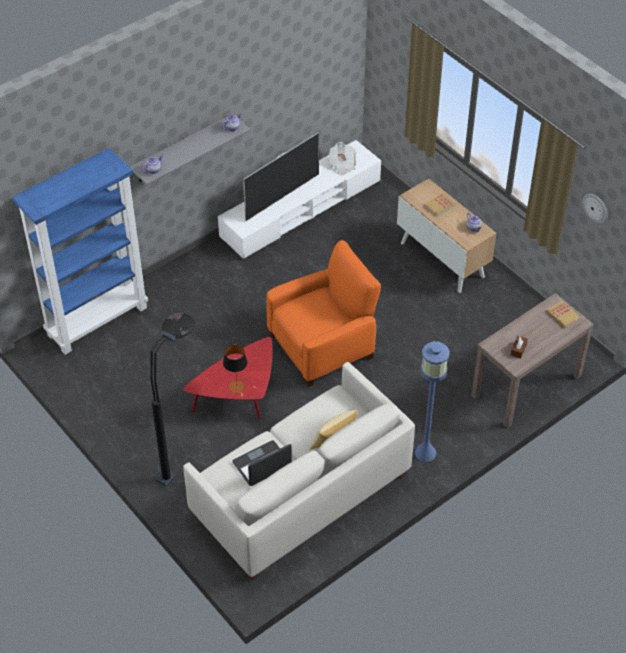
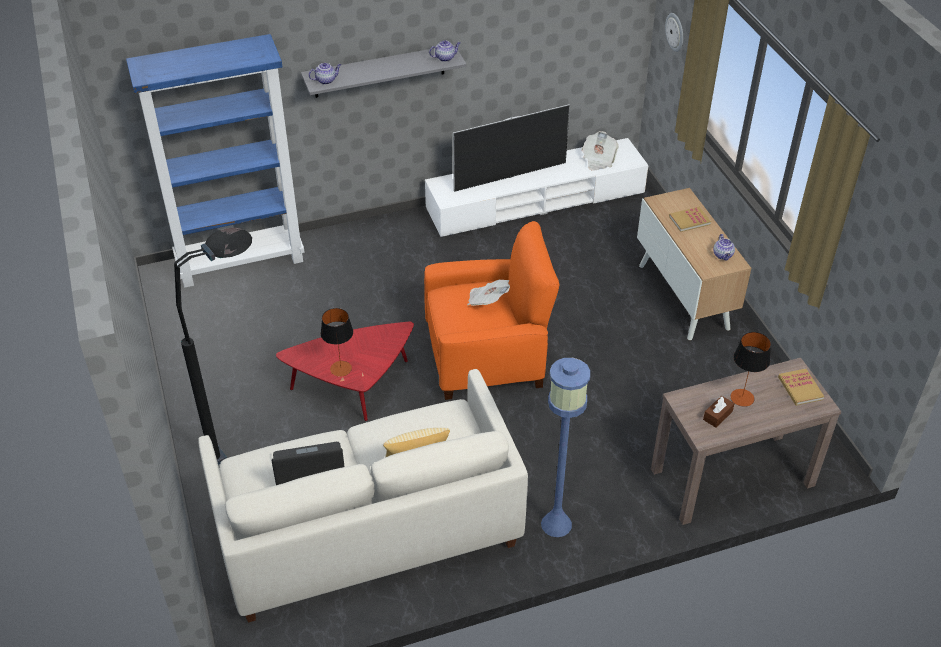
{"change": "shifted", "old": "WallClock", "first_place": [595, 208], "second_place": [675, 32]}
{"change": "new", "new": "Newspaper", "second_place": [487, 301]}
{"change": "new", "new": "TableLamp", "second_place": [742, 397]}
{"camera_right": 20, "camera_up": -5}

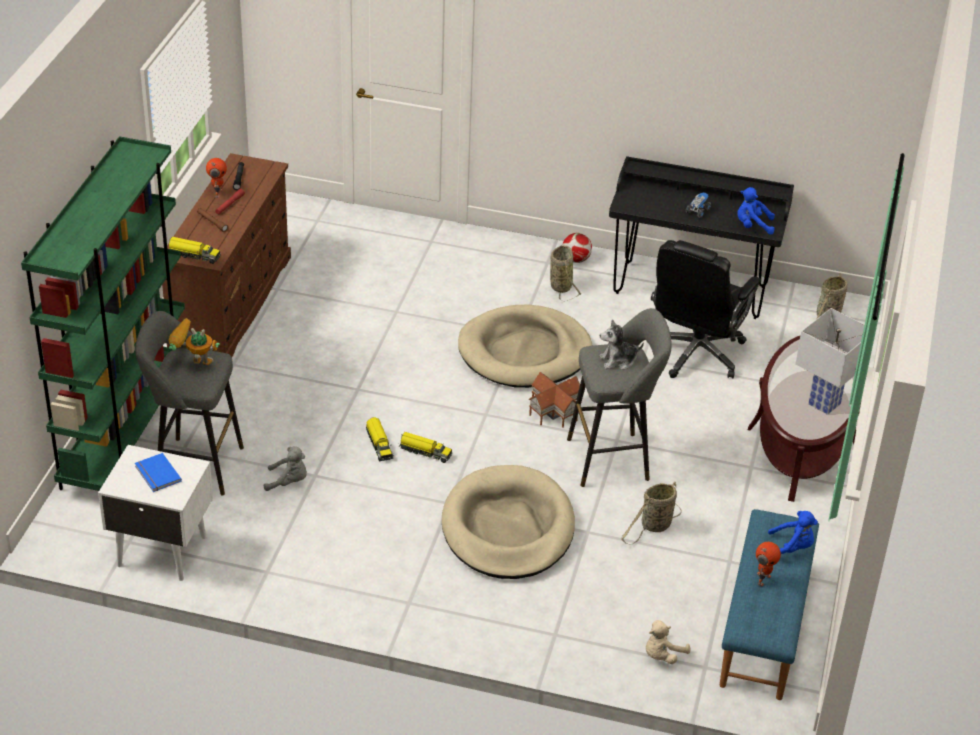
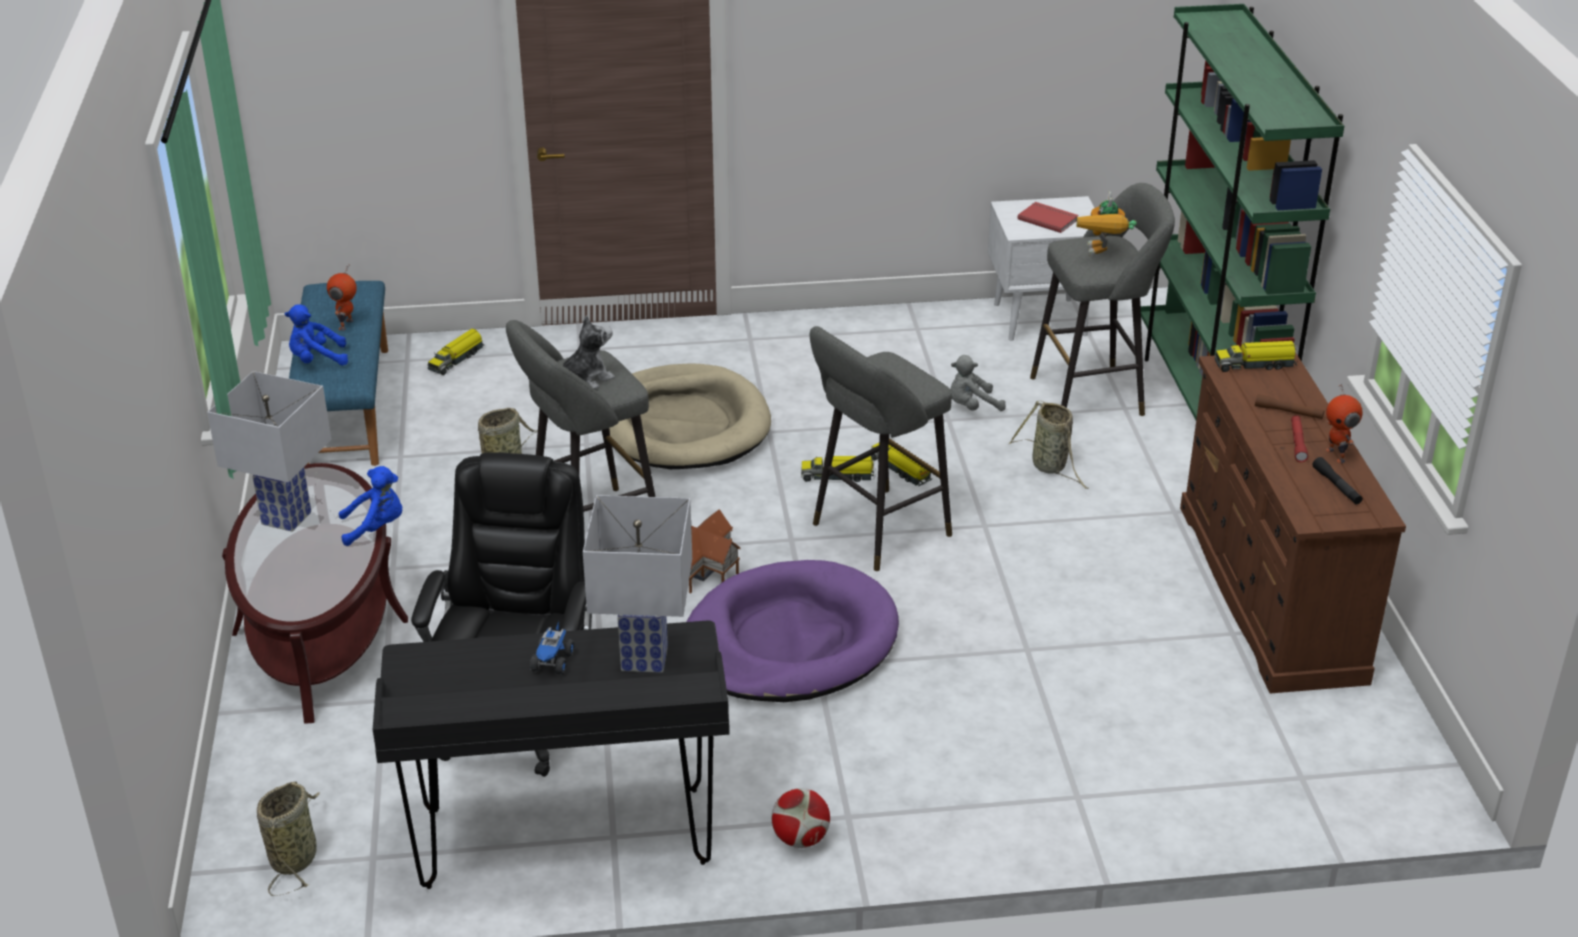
{"change": "shifted", "old": "BluePlushToy", "first_place": [752, 226], "second_place": [376, 527]}
{"change": "shifted", "old": "Basket", "first_place": [560, 285], "second_place": [1051, 467]}
{"change": "repainted", "old": "BeigeDogBed", "new": "PurpleDogBed", "first_place": [524, 352], "second_place": [790, 641]}
{"change": "rotated", "old": "ToyRobot", "first_place": [193, 365], "second_place": [1102, 256], "degrees": 105}
{"change": "repainted", "old": "BlueBook", "new": "RedBook", "first_place": [156, 474], "second_place": [1048, 219]}
{"change": "swapped", "old": "BeigePlushToy", "new": "ToyTruck", "first_place": [662, 655], "second_place": [456, 359]}
{"change": "new", "new": "GreyStool", "second_place": [875, 532]}
{"change": "new", "new": "WhiteTableLamp", "second_place": [645, 659]}
{"camera_right": 160, "camera_up": -5}

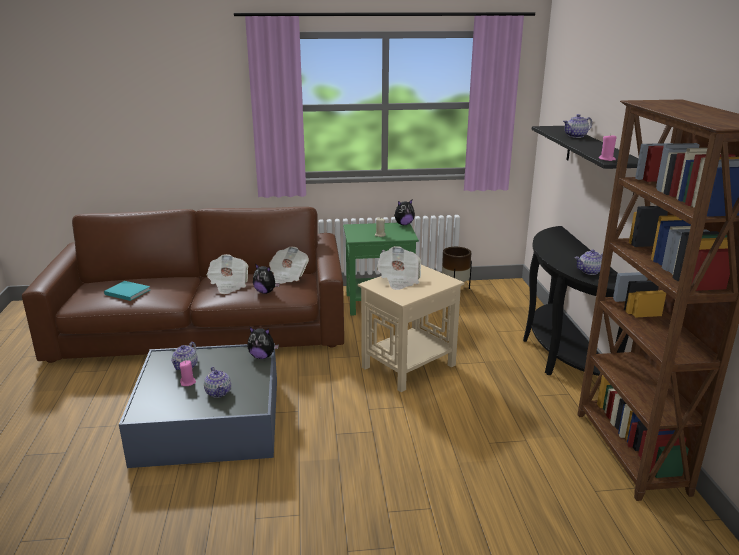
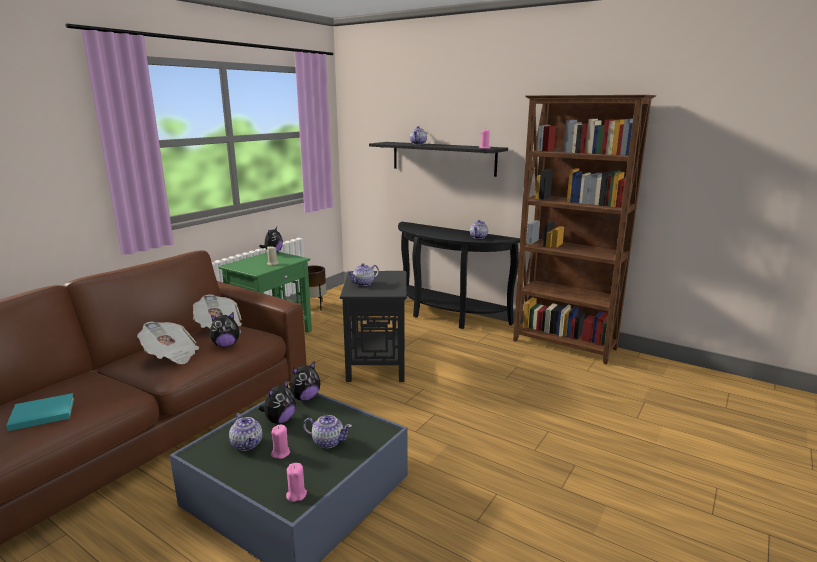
{"change": "swapped", "old": "Newspaper", "new": "Teapot", "first_place": [399, 280], "second_place": [363, 283]}
{"change": "repainted", "old": "BeigeSideTable", "new": "BlackSideTable", "first_place": [407, 366], "second_place": [376, 365]}
{"change": "new", "new": "PlushToy", "second_place": [279, 420]}
{"change": "new", "new": "PinkCandle", "second_place": [296, 494]}
{"camera_right": -50, "camera_up": -5}

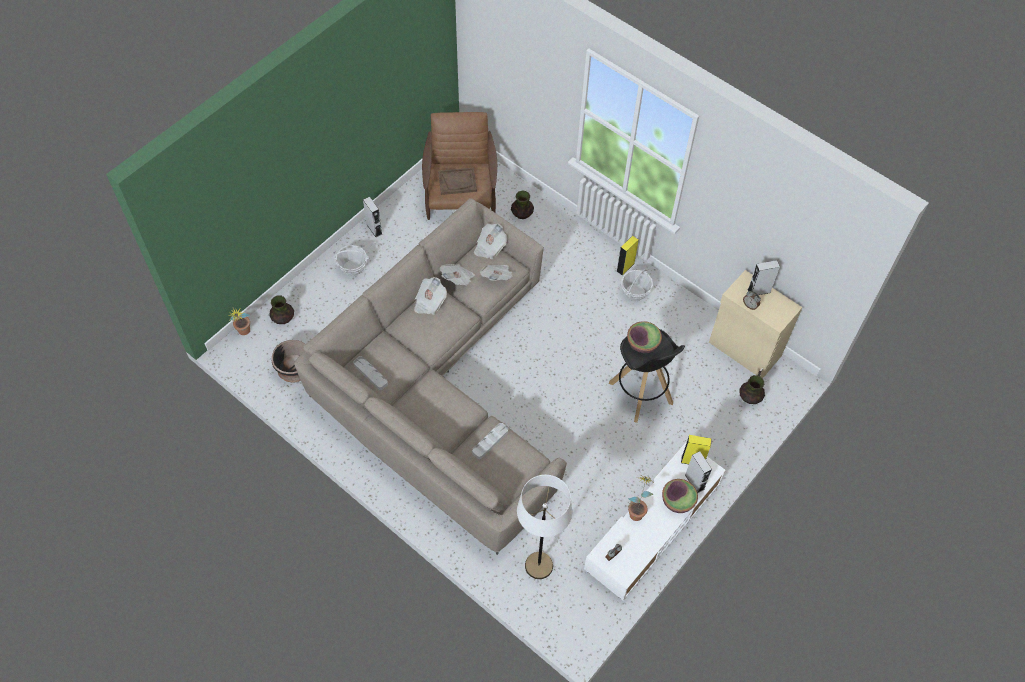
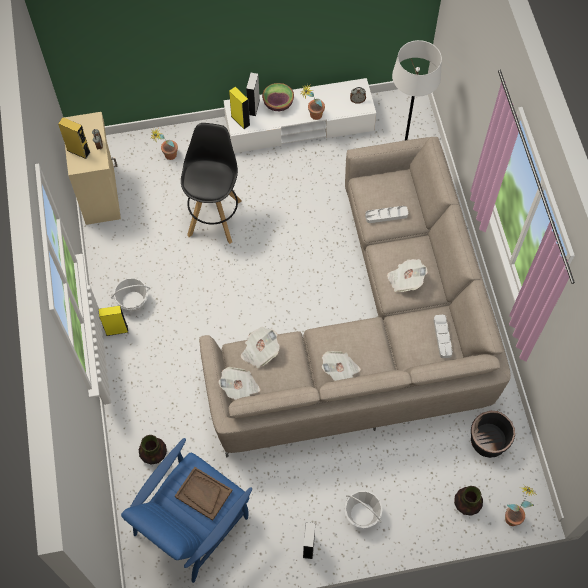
{"change": "repainted", "old": "BrownArmchair", "new": "BlueArmchair", "first_place": [461, 196], "second_place": [192, 522]}
{"change": "repainted", "old": "GreySpeaker", "new": "YellowSpeaker", "first_place": [758, 291], "second_place": [78, 151]}
{"change": "shifted", "old": "Newspaper", "first_place": [458, 279], "second_place": [405, 280]}
{"change": "gone", "old": "Bowl", "first_place": [642, 343]}
{"change": "gone", "old": "Vase", "first_place": [749, 398]}
{"change": "new", "new": "PottedPlant", "second_place": [167, 157]}
{"camera_right": -140, "camera_up": 5}

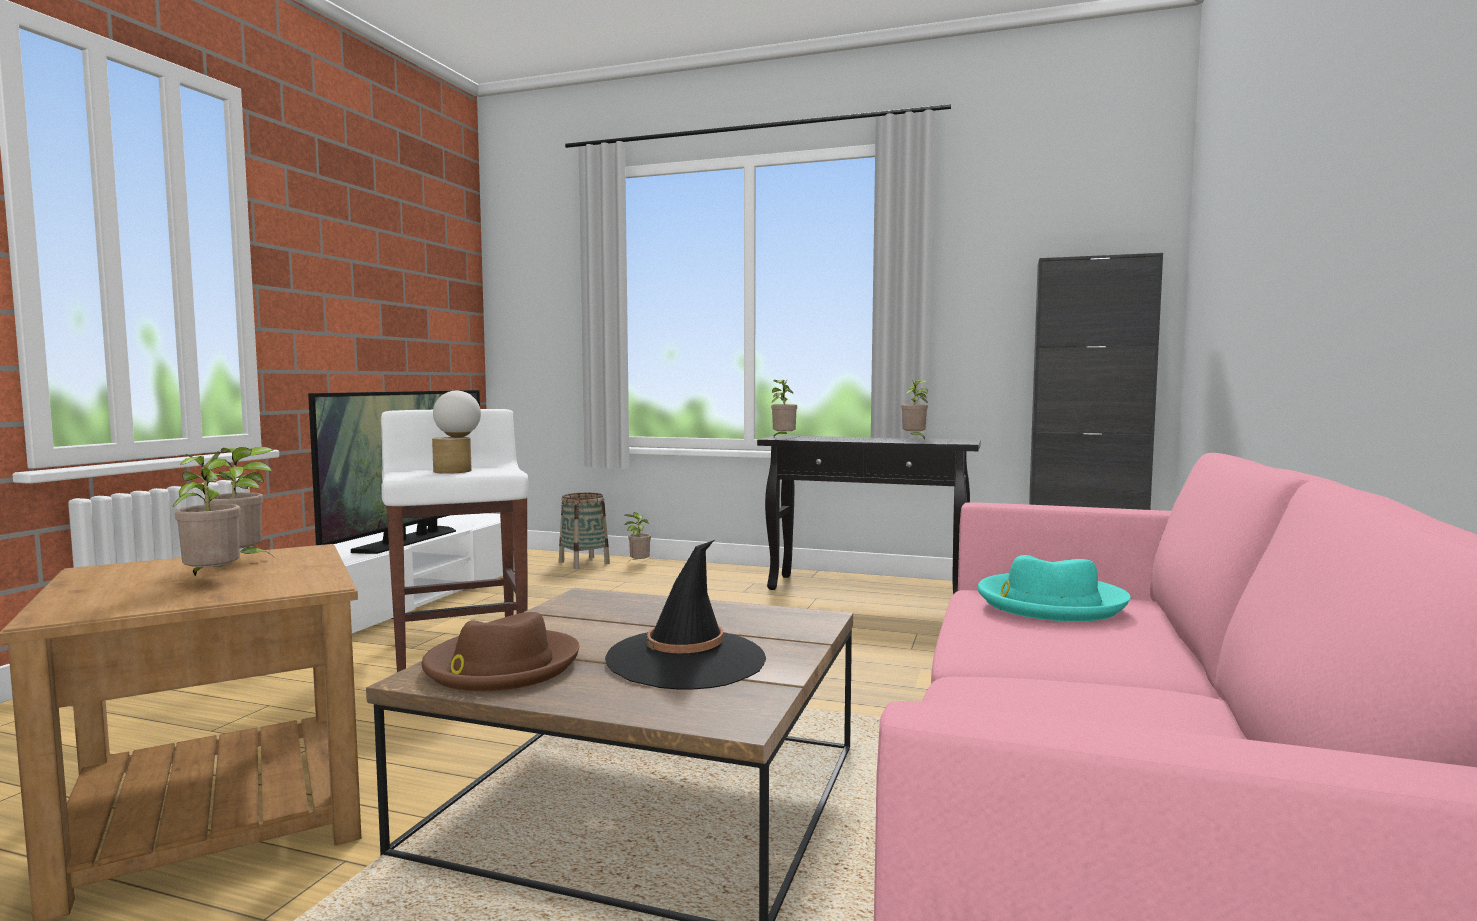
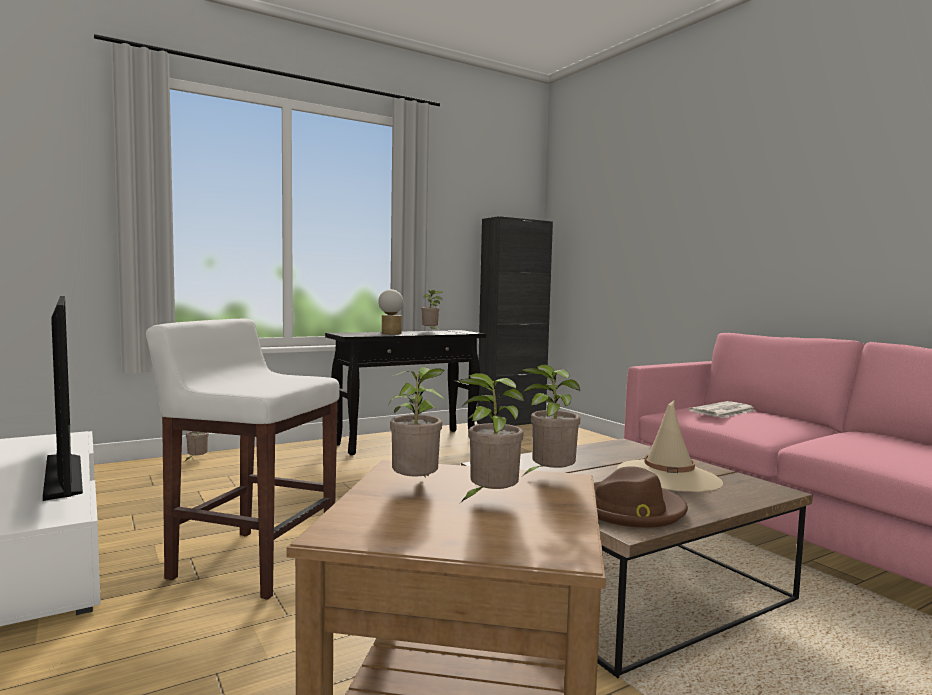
{"change": "shifted", "old": "PottedPlant", "first_place": [783, 439], "second_place": [549, 478]}
{"change": "shifted", "old": "TableLamp", "first_place": [457, 471], "second_place": [391, 333]}
{"change": "gone", "old": "Basket", "first_place": [584, 563]}
{"change": "repainted", "old": "BlackHat", "new": "BeigeHat", "first_place": [686, 660], "second_place": [668, 477]}
{"change": "swapped", "old": "TurquoiseHat", "new": "Newspaper", "first_place": [1049, 603], "second_place": [723, 411]}
{"camera_right": -50, "camera_up": 0}

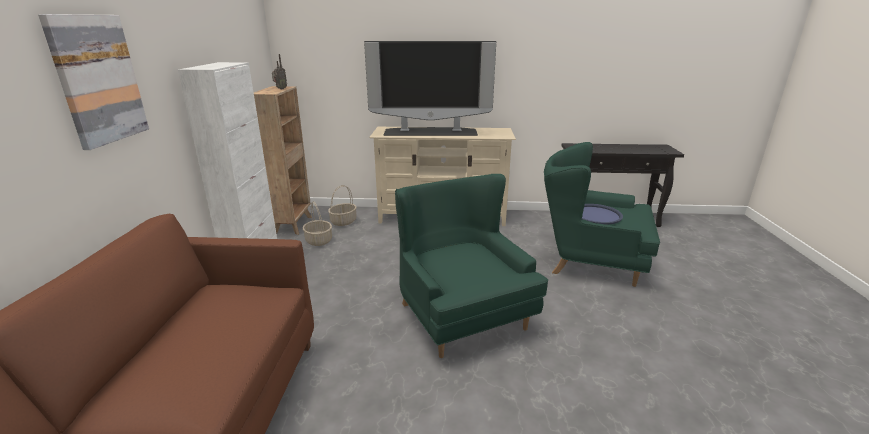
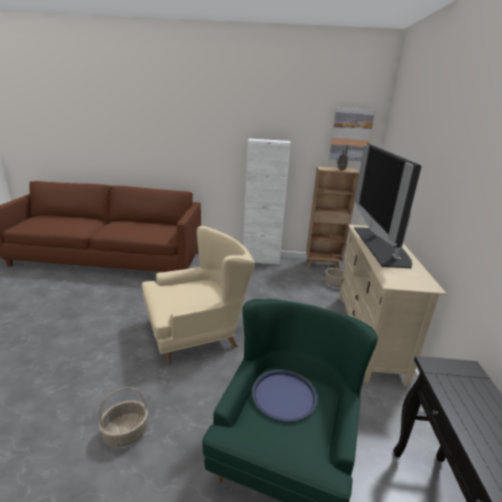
{"change": "shifted", "old": "Picture", "first_place": [98, 80], "second_place": [351, 135]}
{"change": "repainted", "old": "GreenArmchair", "new": "BeigeArmchair", "first_place": [461, 313], "second_place": [197, 332]}
{"change": "shifted", "old": "Basket", "first_place": [319, 241], "second_place": [125, 433]}
{"camera_right": 90, "camera_up": 0}

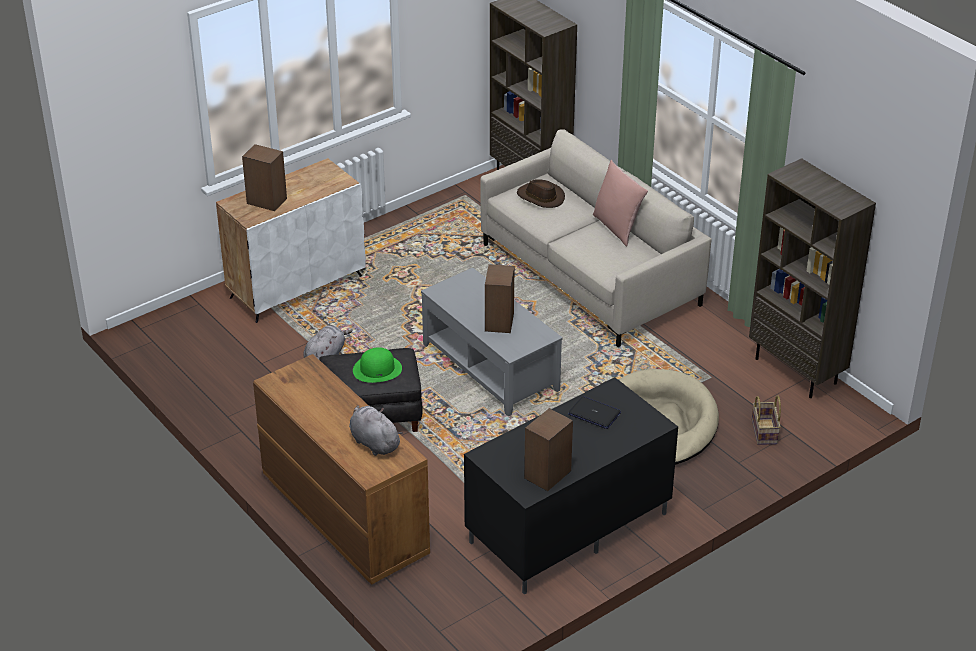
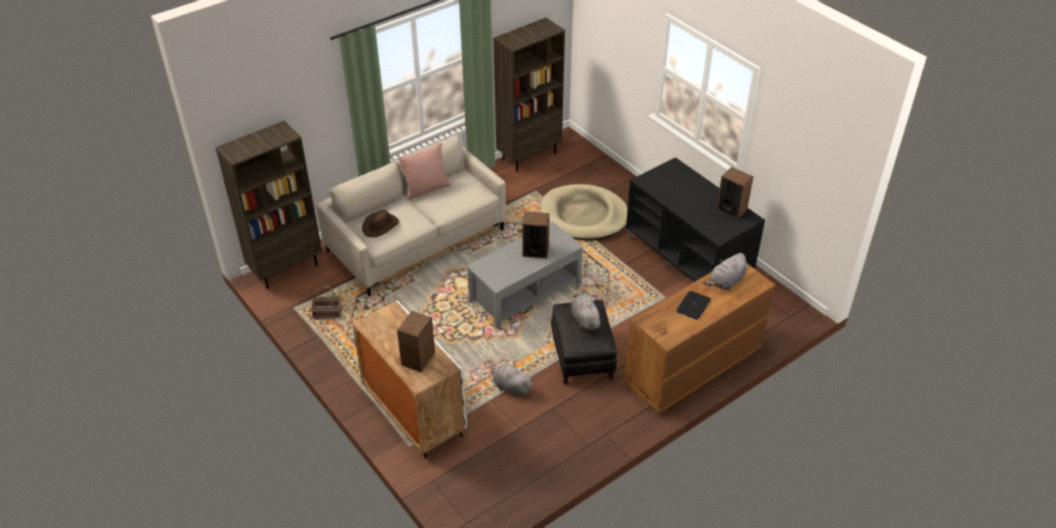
{"change": "swapped", "old": "GreenHat", "new": "GreyPlushToy", "first_place": [377, 369], "second_place": [584, 320]}
{"change": "shifted", "old": "Basket", "first_place": [765, 432], "second_place": [328, 313]}
{"change": "shifted", "old": "Laptop", "first_place": [595, 413], "second_place": [693, 305]}
{"camera_right": -90, "camera_up": 5}

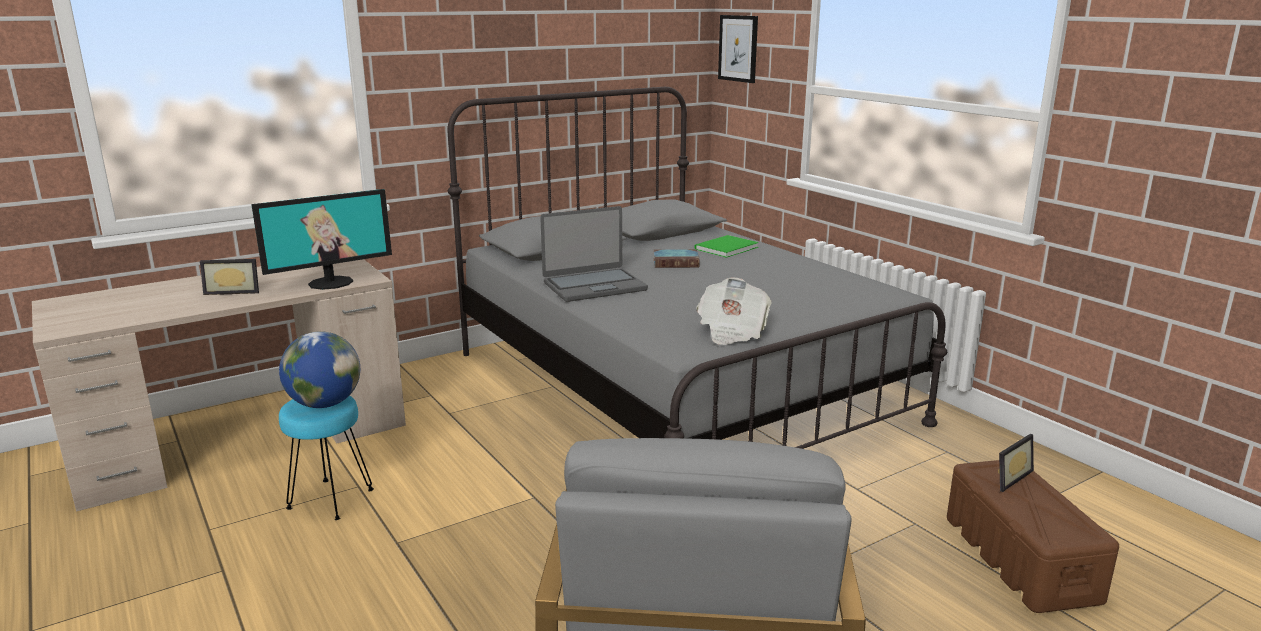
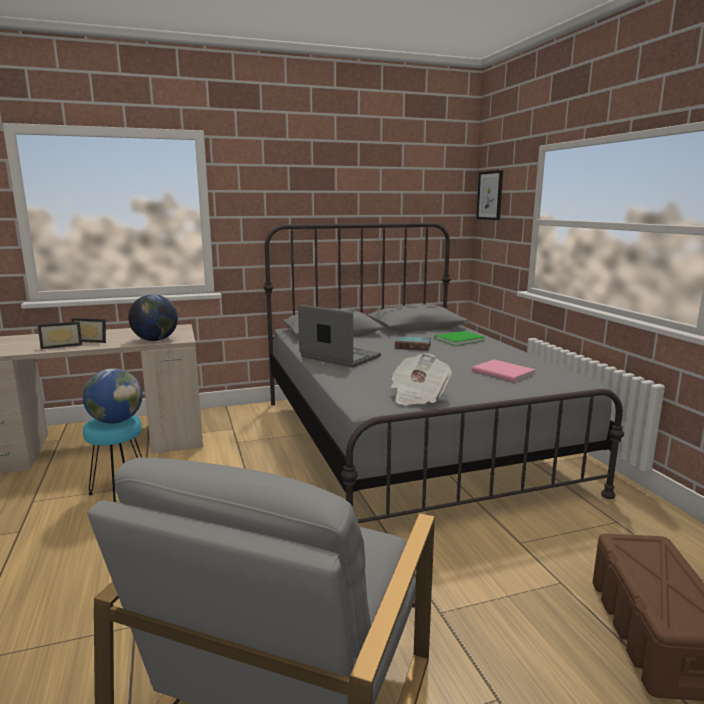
{"change": "swapped", "old": "Monitor", "new": "Globe", "first_place": [331, 282], "second_place": [155, 340]}
{"change": "rotated", "old": "Laptop", "first_place": [594, 286], "second_place": [339, 357], "degrees": -135}
{"change": "shifted", "old": "PictureFrame", "first_place": [1007, 477], "second_place": [62, 346]}
{"change": "new", "new": "PinkBook", "second_place": [504, 373]}
{"camera_right": 15, "camera_up": -5}

